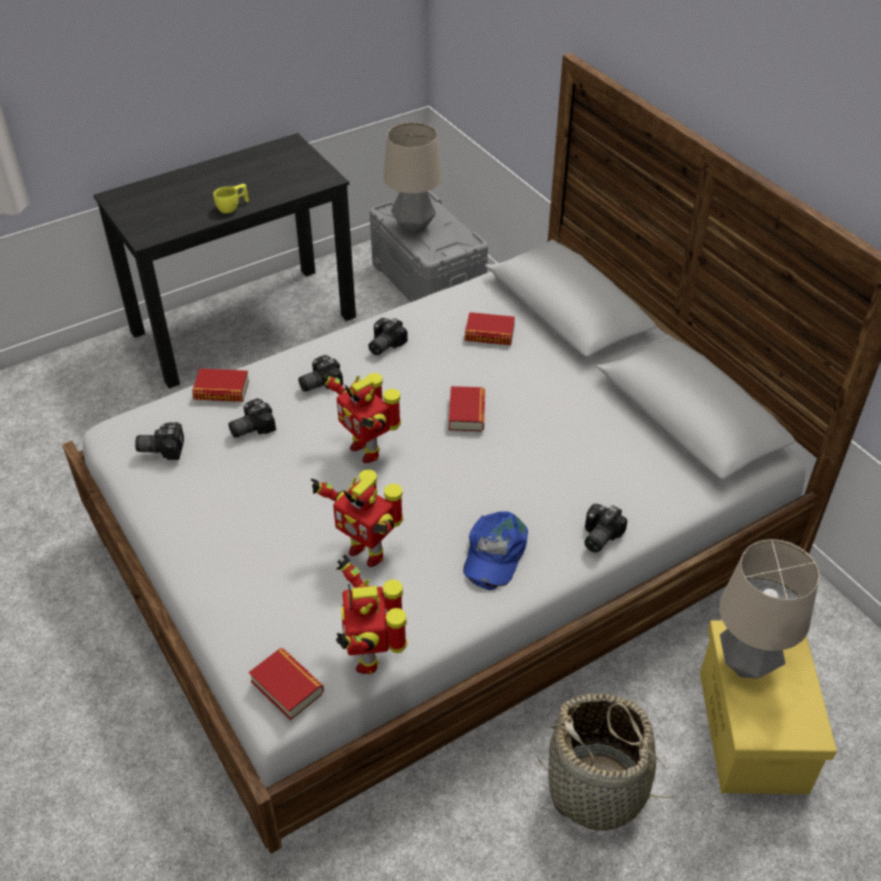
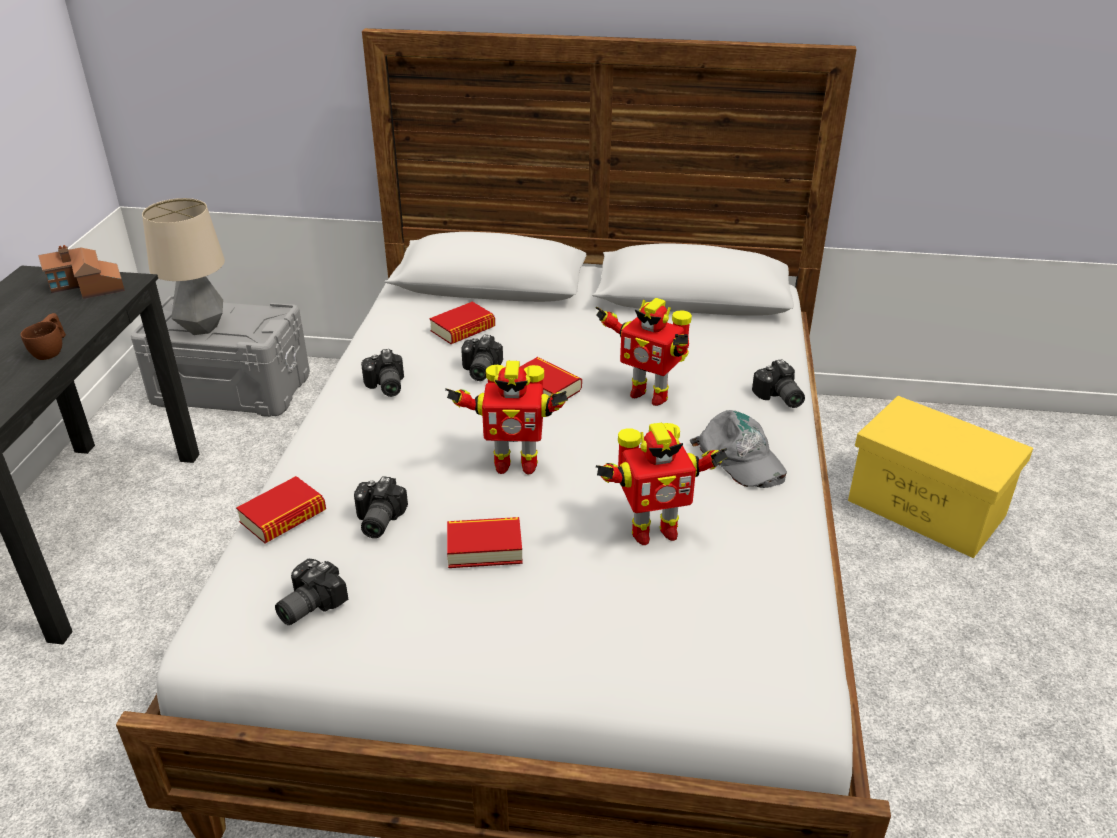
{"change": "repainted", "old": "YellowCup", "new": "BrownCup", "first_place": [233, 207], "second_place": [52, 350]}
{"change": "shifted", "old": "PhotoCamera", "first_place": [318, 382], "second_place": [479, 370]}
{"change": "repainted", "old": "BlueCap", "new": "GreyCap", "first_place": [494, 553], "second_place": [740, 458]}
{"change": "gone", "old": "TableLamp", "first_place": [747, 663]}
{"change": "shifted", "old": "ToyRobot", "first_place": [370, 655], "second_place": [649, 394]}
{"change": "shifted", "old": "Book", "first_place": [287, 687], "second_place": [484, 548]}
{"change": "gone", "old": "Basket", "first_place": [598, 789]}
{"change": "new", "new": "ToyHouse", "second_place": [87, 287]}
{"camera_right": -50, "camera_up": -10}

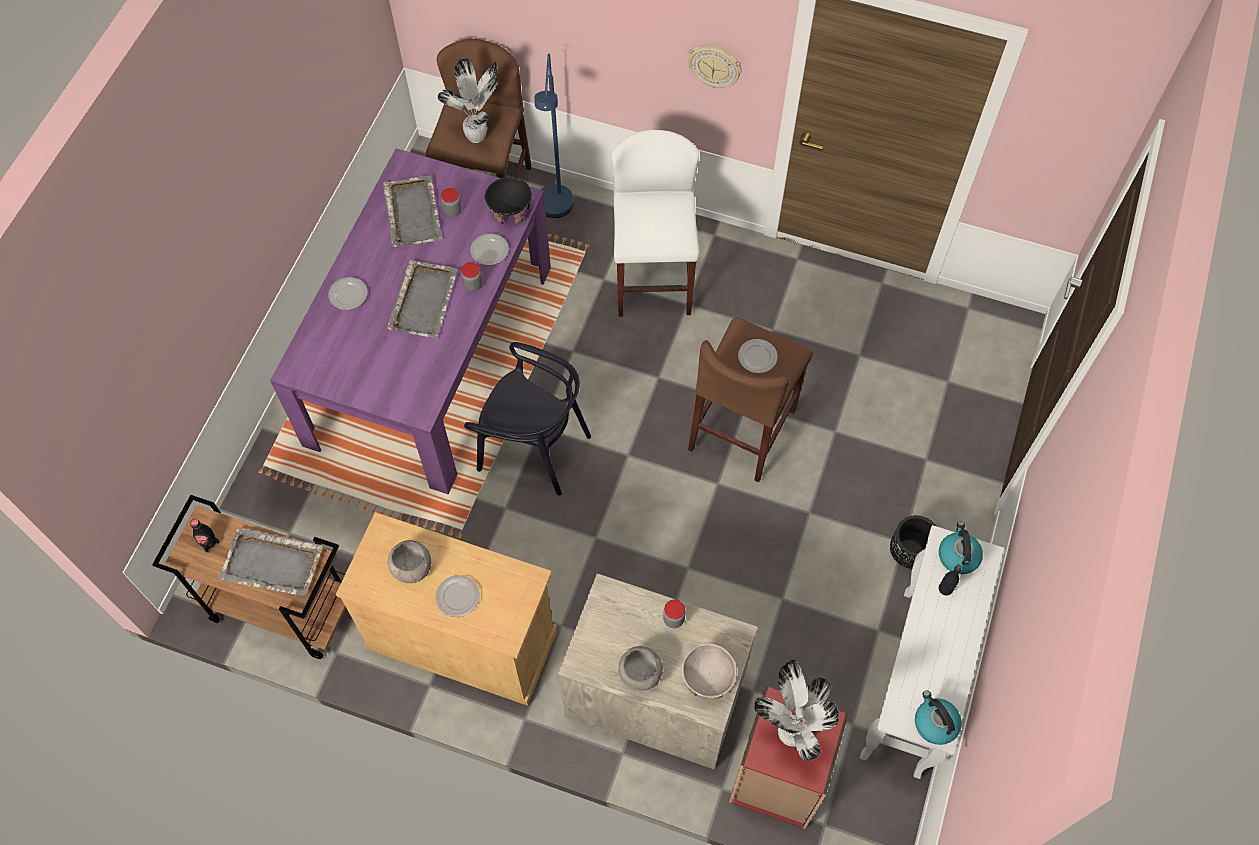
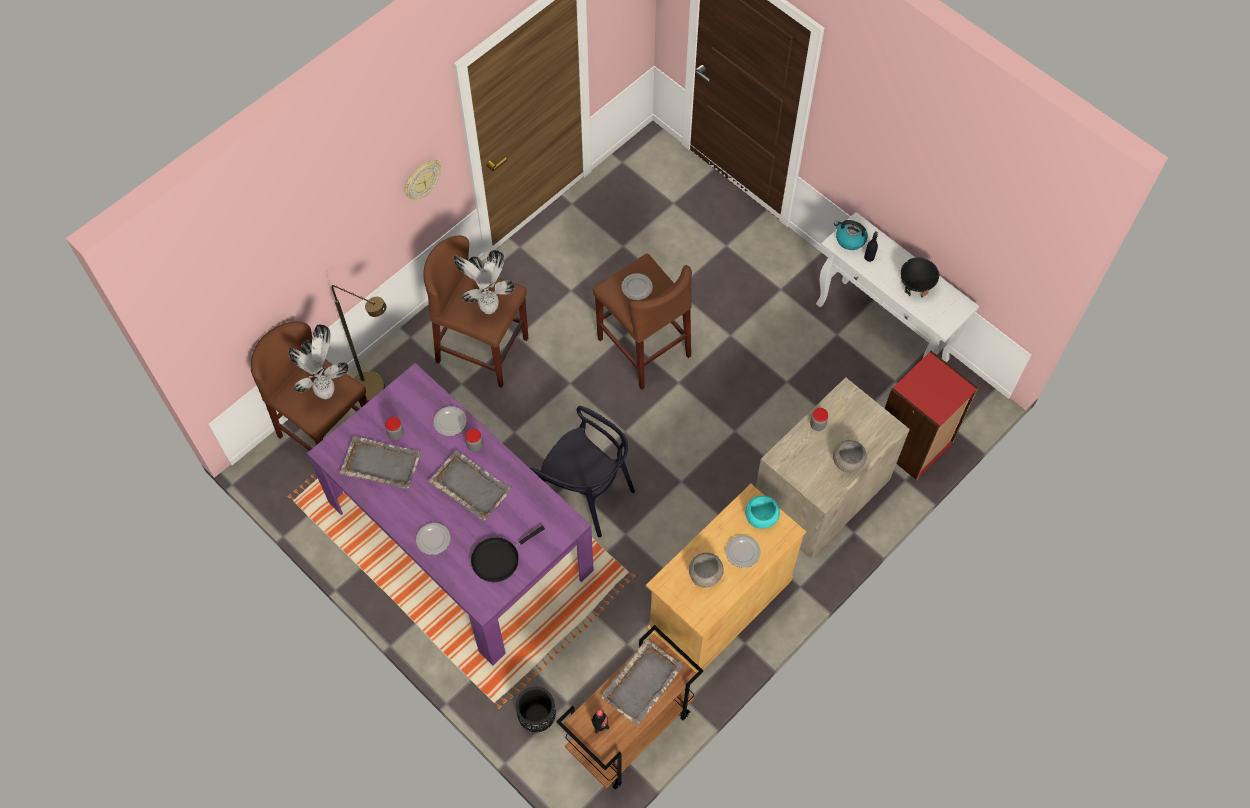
{"change": "repainted", "old": "BlueFloorLamp", "new": "BrownFloorLamp", "first_place": [556, 211], "second_place": [377, 391]}
{"change": "repainted", "old": "WhiteStool", "new": "BrownStool", "first_place": [653, 280], "second_place": [482, 350]}
{"change": "shifted", "old": "BlackBowl", "first_place": [510, 211], "second_place": [916, 285]}
{"change": "rotated", "old": "BlackChair", "first_place": [534, 448], "second_place": [585, 493], "degrees": 75}
{"change": "shifted", "old": "BlackPlanter", "first_place": [909, 553], "second_place": [537, 716]}
{"change": "gone", "old": "BeigeBowl", "first_place": [707, 679]}
{"change": "shifted", "old": "PottedPlant", "first_place": [790, 732], "second_place": [487, 308]}
{"change": "gone", "old": "Kettle", "first_place": [934, 723]}
{"change": "new", "new": "TurquoiseBowl", "second_place": [760, 517]}
{"change": "new", "new": "BlackFryingPan", "second_place": [498, 559]}
{"camera_right": -65, "camera_up": 0}

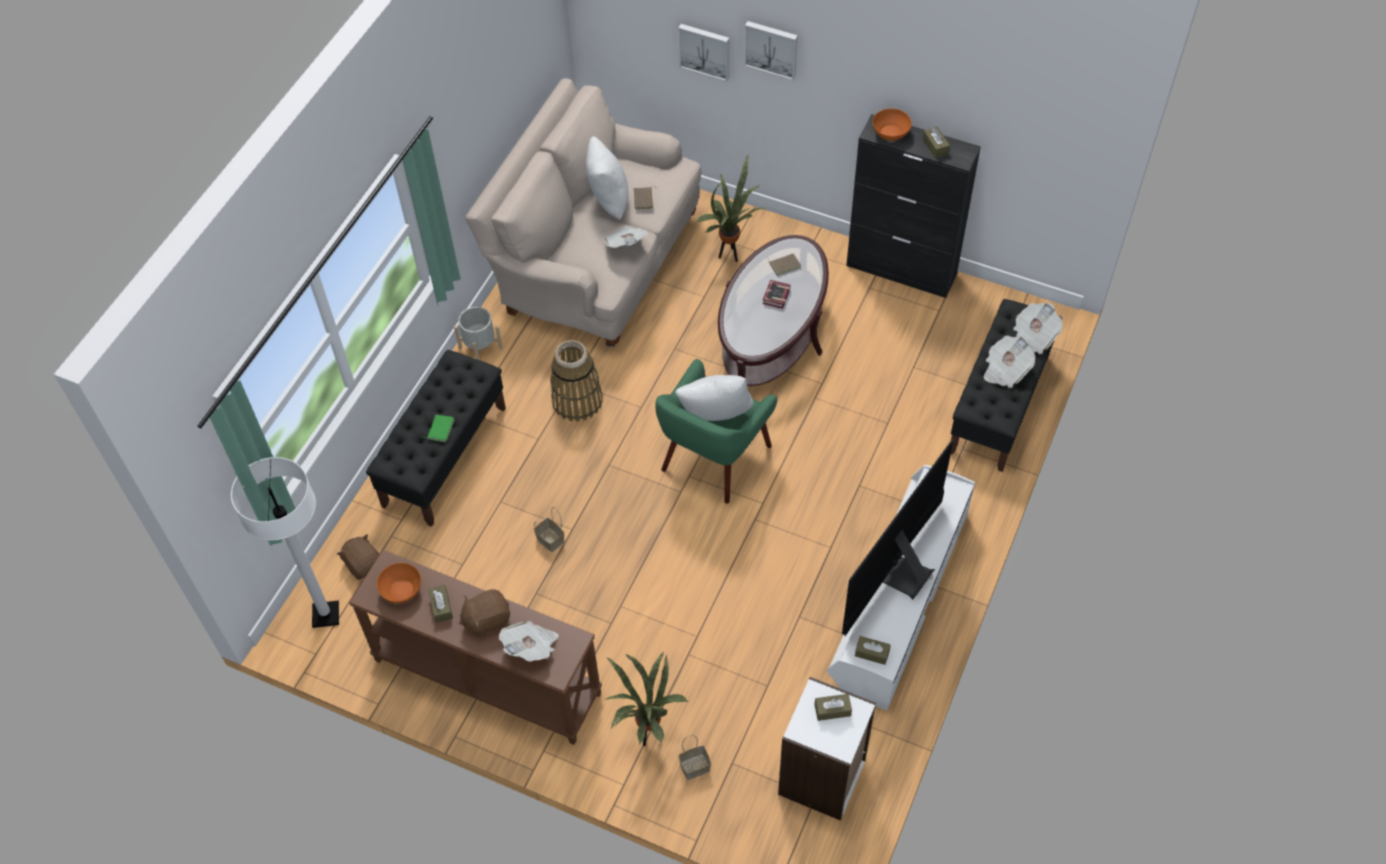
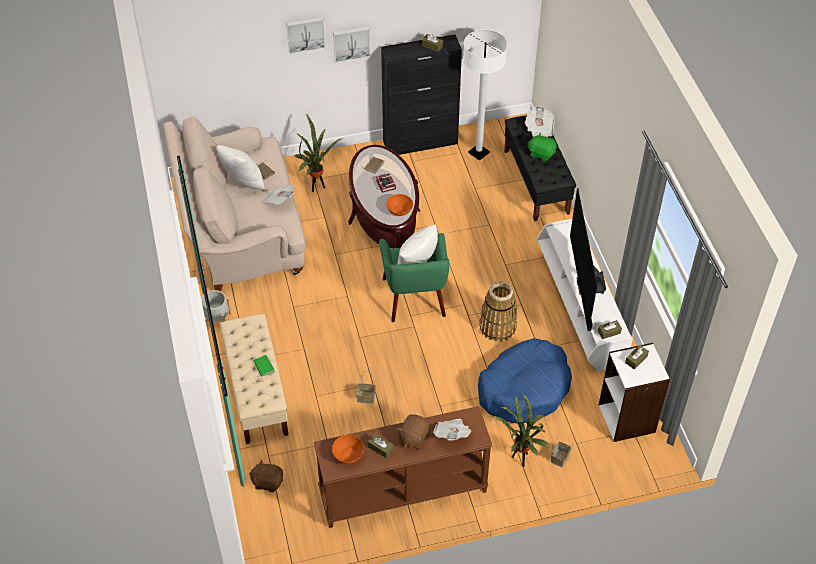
{"change": "shifted", "old": "Picture", "first_place": [705, 50], "second_place": [351, 43]}
{"change": "shifted", "old": "OrangeBowl", "first_place": [891, 133], "second_place": [399, 210]}
{"change": "swapped", "old": "Newspaper", "new": "GreenPlushToy", "first_place": [1005, 370], "second_place": [541, 154]}
{"change": "shifted", "old": "Basket", "first_place": [577, 401], "second_place": [498, 326]}
{"change": "repainted", "old": "BlackBench", "new": "BeigeBench", "first_place": [445, 456], "second_place": [256, 392]}
{"change": "shifted", "old": "WhiteFloorLamp", "first_place": [326, 615], "second_place": [478, 153]}
{"change": "new", "new": "BlueDogBed", "second_place": [524, 388]}
{"camera_right": -40, "camera_up": -5}

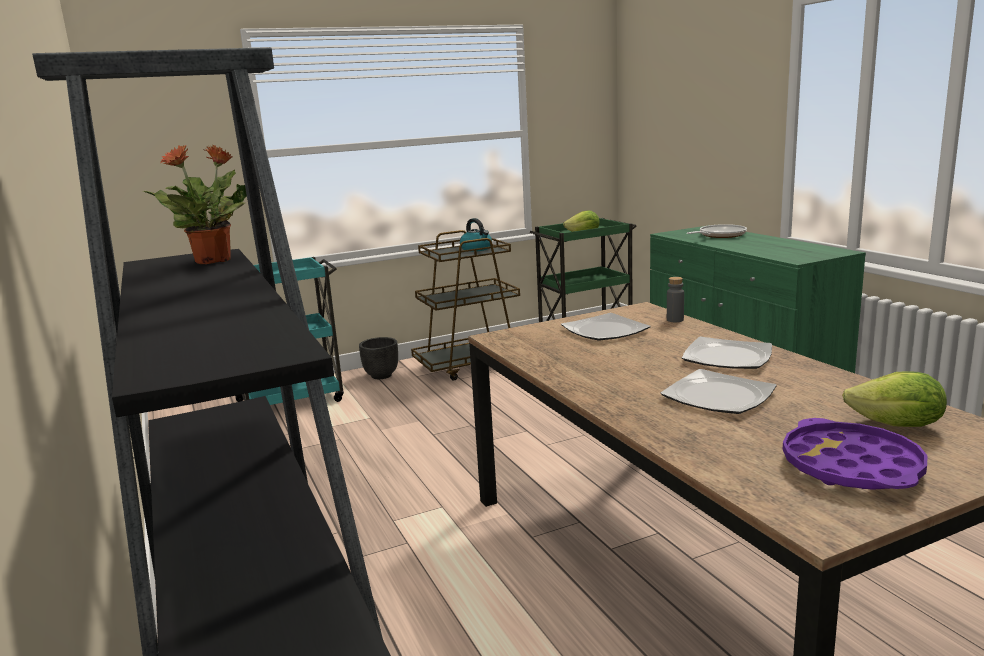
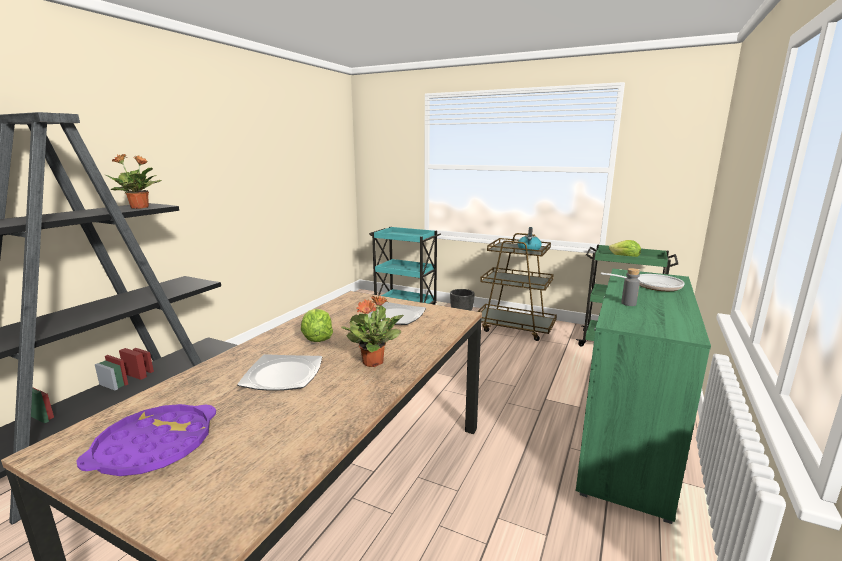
{"change": "shifted", "old": "GreyBottle", "first_place": [675, 320], "second_place": [628, 303]}
{"change": "swapped", "old": "Plate", "new": "PottedPlant", "first_place": [728, 357], "second_place": [373, 362]}
{"change": "shifted", "old": "Lettuce", "first_place": [897, 425], "second_place": [317, 339]}
{"camera_right": 50, "camera_up": 0}

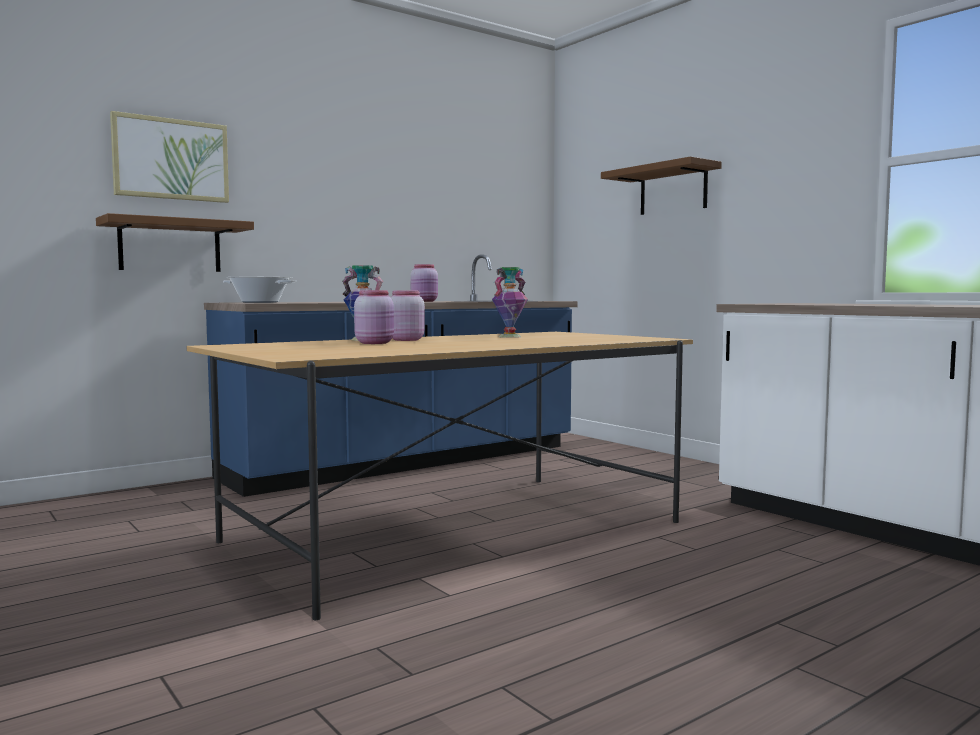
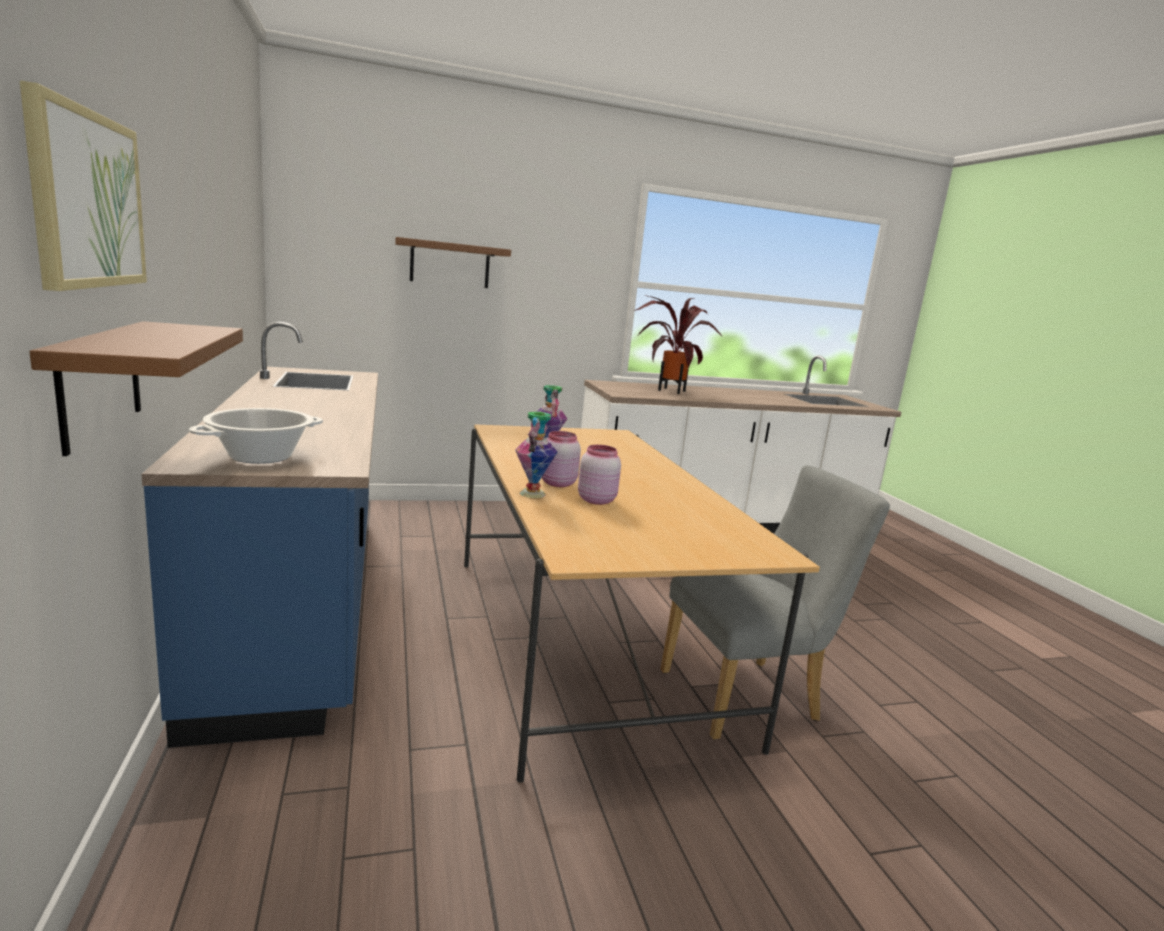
{"change": "gone", "old": "PinkJar", "first_place": [425, 301]}
{"change": "new", "new": "PottedPlant", "second_place": [669, 390]}
{"change": "new", "new": "GreyChair", "second_place": [749, 695]}
{"camera_right": -70, "camera_up": 10}

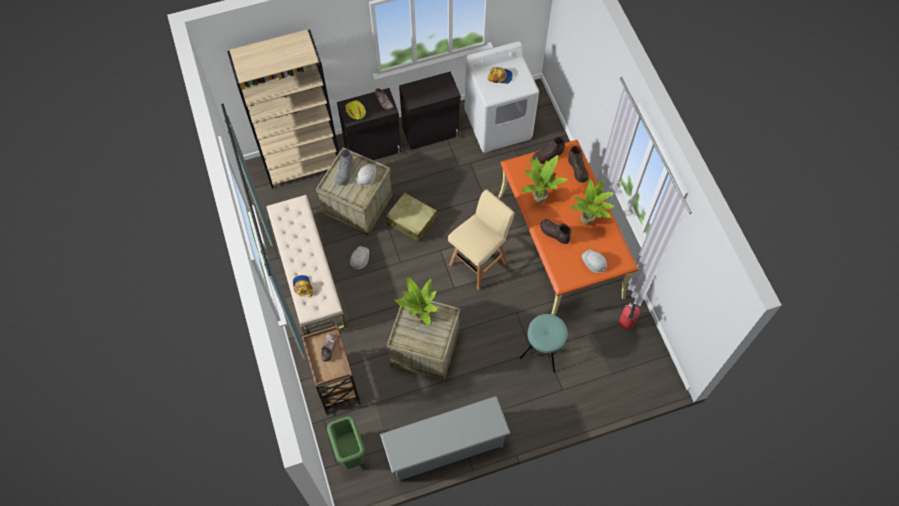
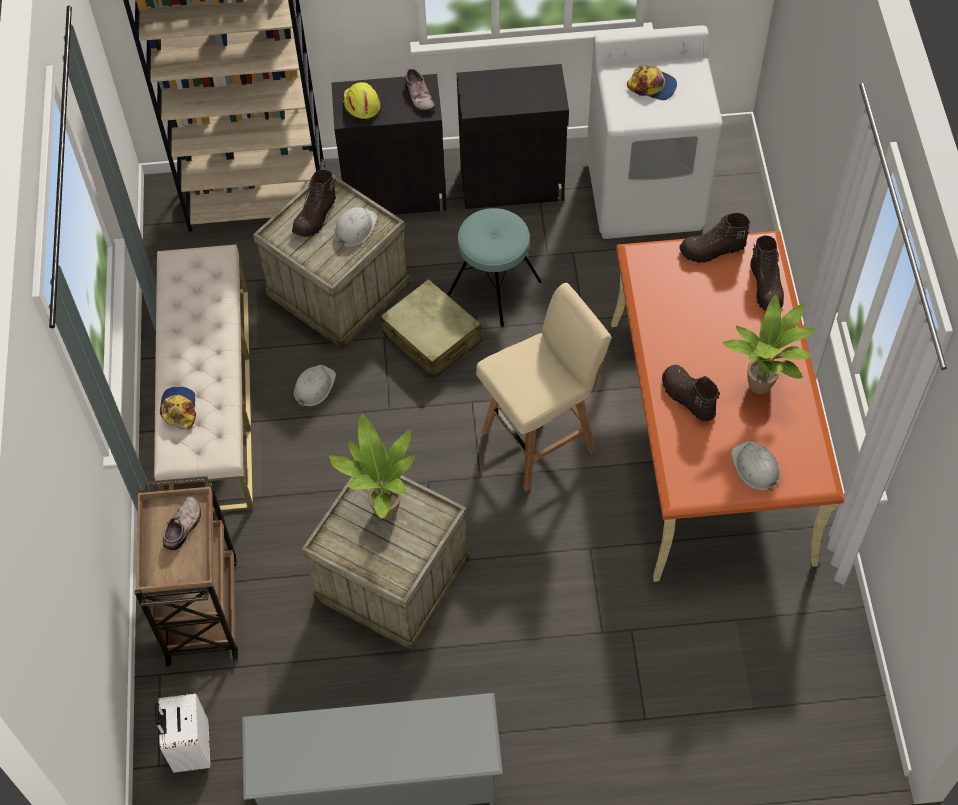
{"change": "repainted", "old": "GreyBoot", "new": "BrownBoot", "first_place": [345, 173], "second_place": [316, 216]}
{"change": "gone", "old": "PottedPlant", "first_place": [538, 198]}
{"change": "gone", "old": "FireExtinguisher", "first_place": [626, 324]}
{"change": "shifted", "old": "TurquoiseStool", "first_place": [543, 349], "second_place": [494, 288]}
{"change": "swapped", "old": "GreenTrashCan", "new": "WhiteSuitcase", "first_place": [350, 452], "second_place": [191, 748]}
{"camera_right": 15, "camera_up": -5}

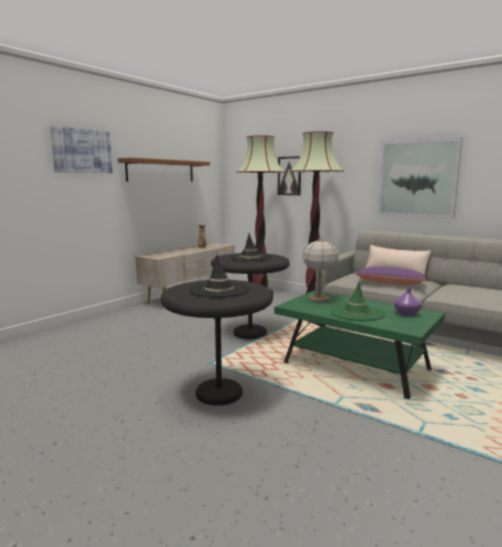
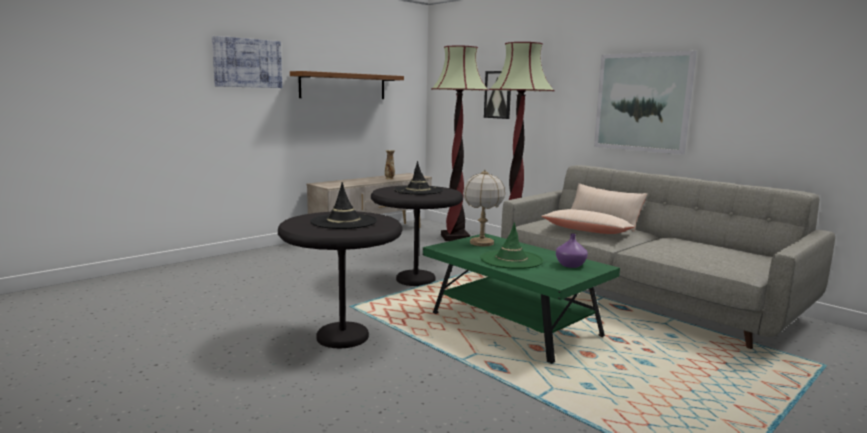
{"change": "repainted", "old": "PurplePillow", "new": "BeigePillow", "first_place": [390, 283], "second_place": [586, 231]}
{"camera_right": 10, "camera_up": 0}

